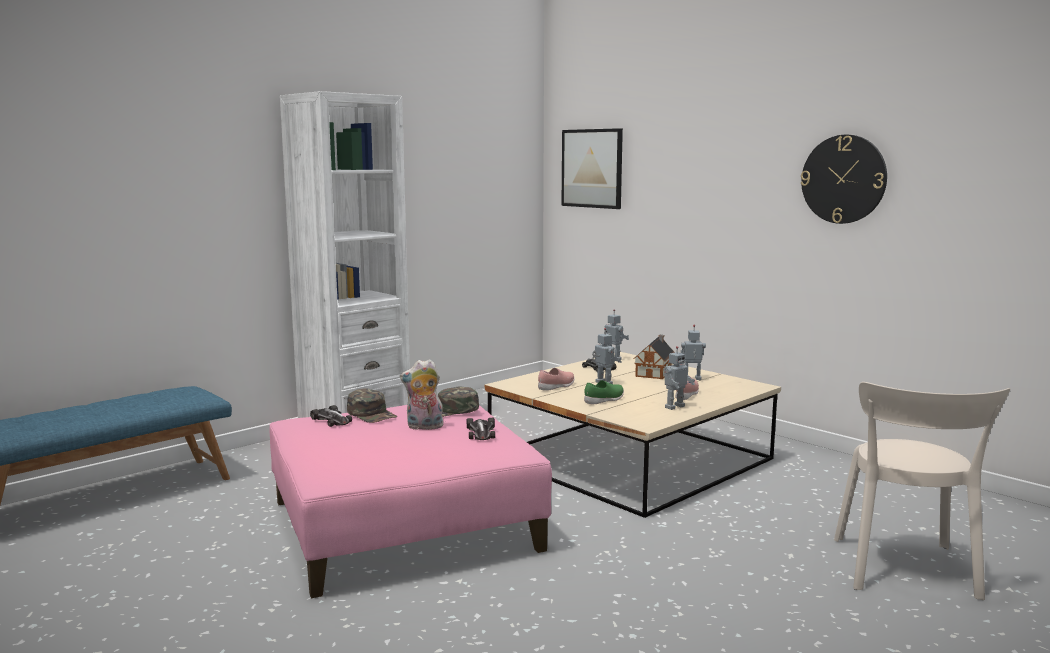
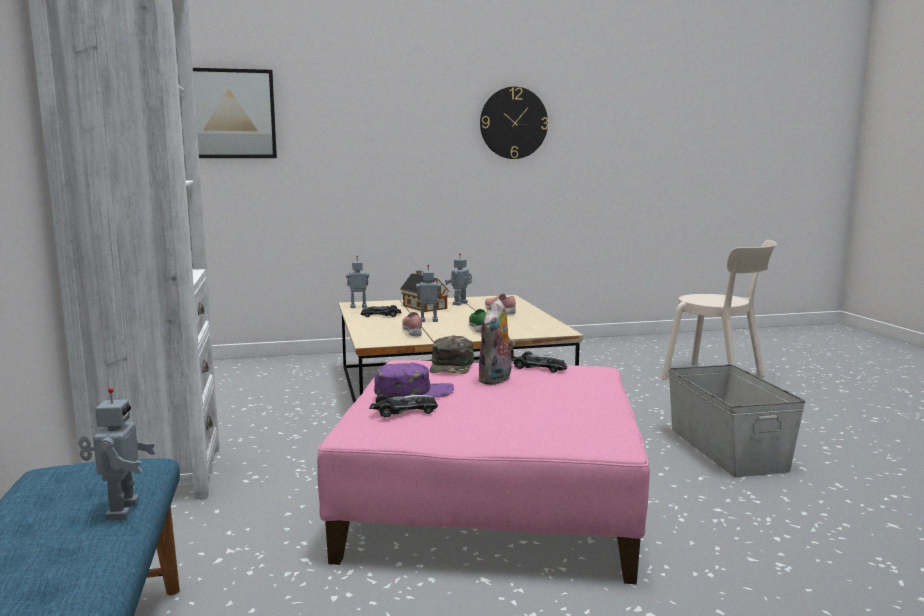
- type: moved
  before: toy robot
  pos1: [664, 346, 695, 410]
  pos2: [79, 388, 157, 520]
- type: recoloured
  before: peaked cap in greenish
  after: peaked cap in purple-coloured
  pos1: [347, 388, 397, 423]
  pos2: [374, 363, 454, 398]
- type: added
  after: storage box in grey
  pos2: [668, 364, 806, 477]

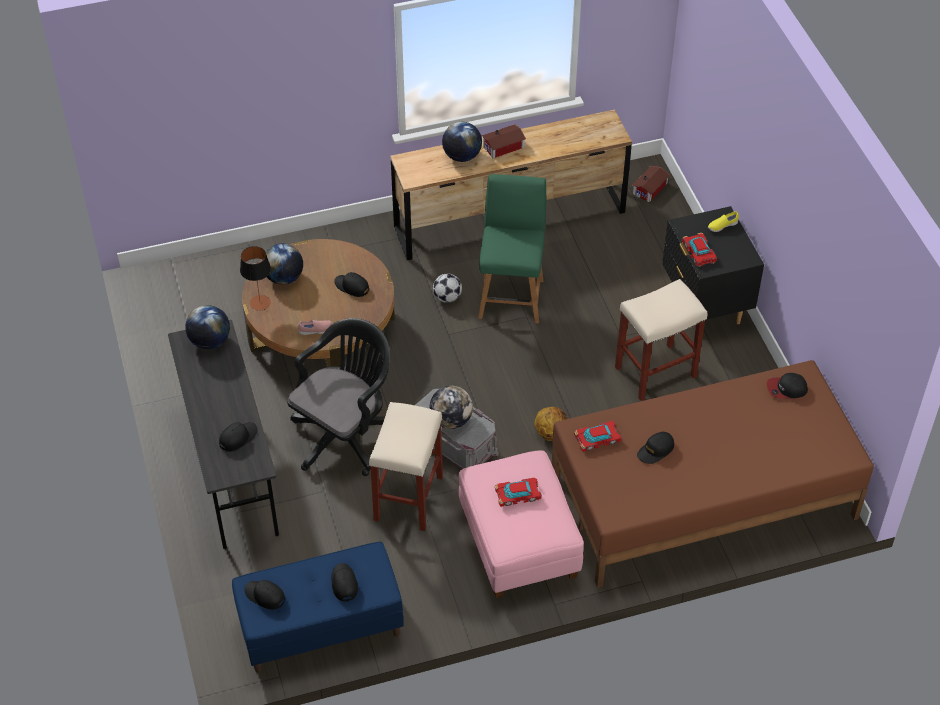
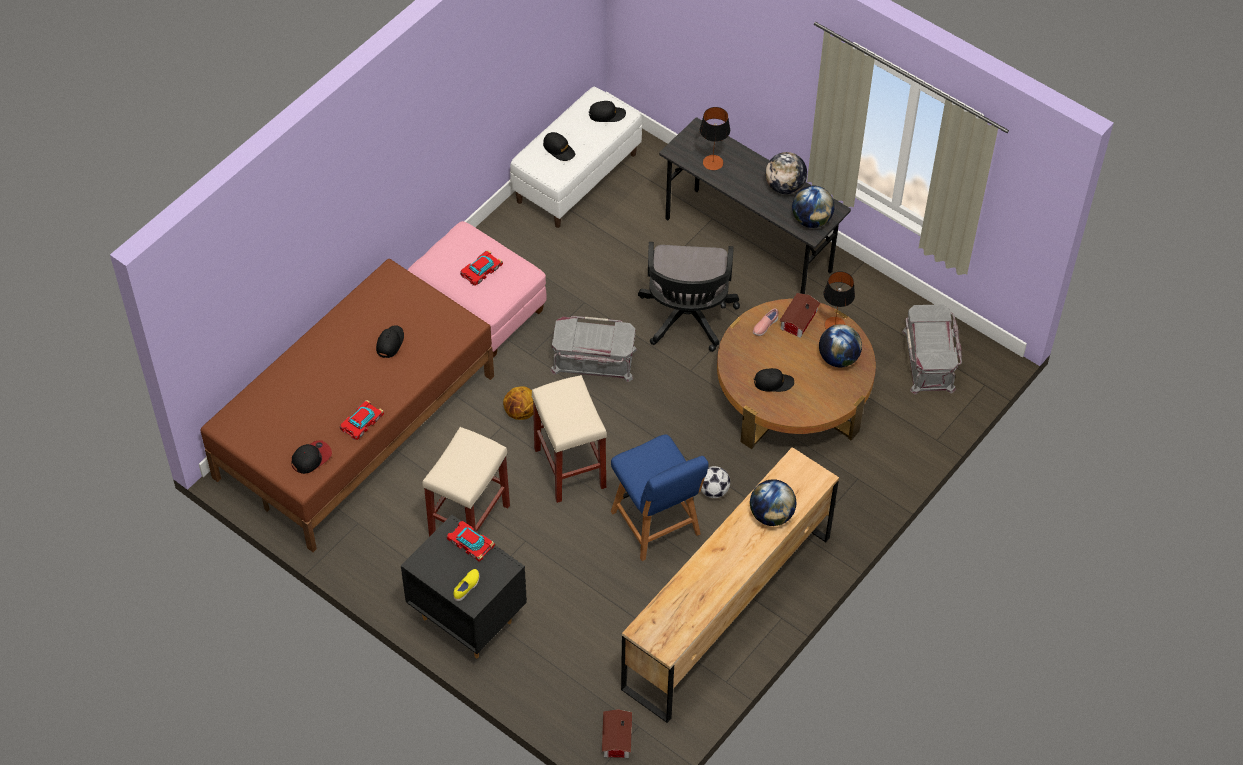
- type: moved
  before: toy house
  pos1: [482, 124, 526, 159]
  pos2: [779, 293, 820, 338]
- type: recoloured
  before: plain chair in greenish
  after: plain chair in bluish
  pos1: [478, 174, 547, 323]
  pos2: [611, 434, 709, 561]
- type: moved
  before: world globe
  pos1: [430, 385, 473, 429]
  pos2: [765, 152, 807, 194]
- type: moved
  before: stool seat in beige
  pos1: [369, 402, 443, 531]
  pos2: [532, 375, 607, 503]
- type: moved
  before: miniature car
  pos1: [574, 421, 622, 452]
  pos2: [340, 400, 384, 440]
- type: replaced
  before: peaked cap in black-coloured
  after: table lamp
  pos1: [219, 422, 257, 452]
  pos2: [700, 107, 730, 170]
- type: recoloured
  before: indoor bench in bluish
  after: indoor bench in white-coloured
  pos1: [232, 542, 404, 673]
  pos2: [510, 86, 642, 228]
- type: added
  after: storage box in grey
  pos2: [902, 304, 962, 395]

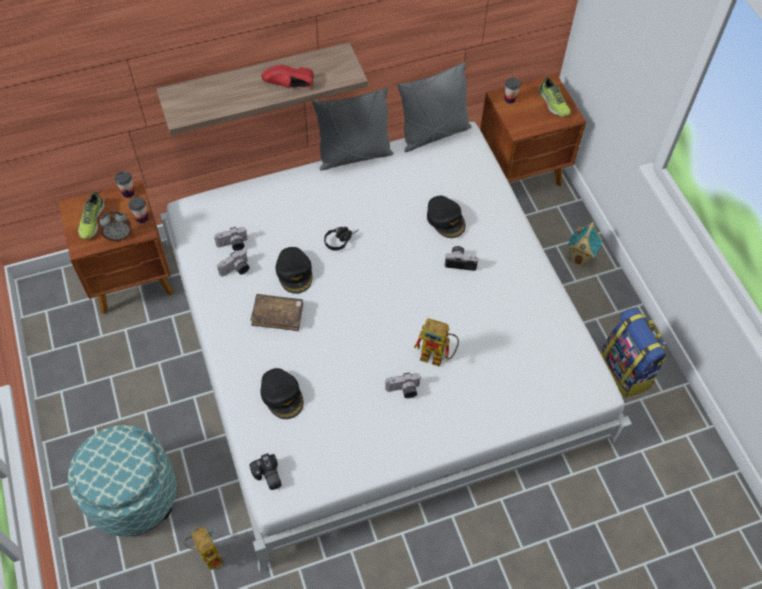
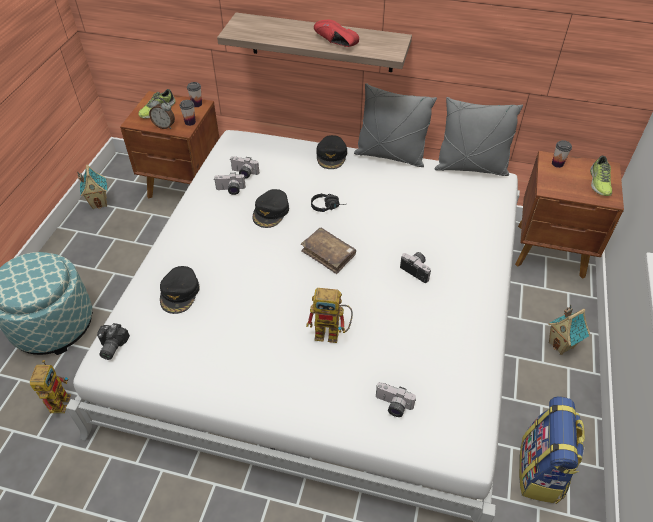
- type: moved
  before: peaked cap in black-coloured
  pos1: [427, 196, 466, 238]
  pos2: [316, 135, 347, 169]
- type: moved
  before: bound book in brownish
  pos1: [250, 294, 303, 331]
  pos2: [301, 227, 356, 274]
- type: turned
  before: toy robot
  pos1: [414, 318, 459, 367]
  pos2: [306, 288, 353, 343]
  turn: -45
- type: moved
  before: photo camera
  pos1: [385, 372, 421, 398]
  pos2: [376, 382, 416, 417]
- type: added
  after: toy house
  pos2: [77, 165, 107, 209]

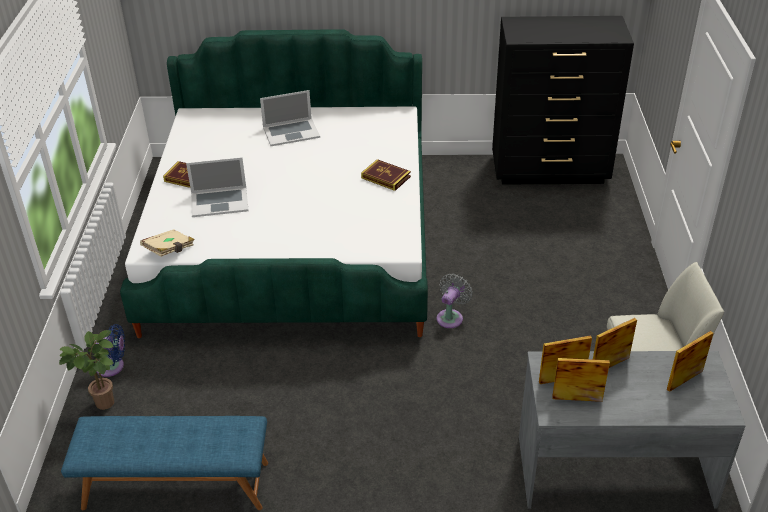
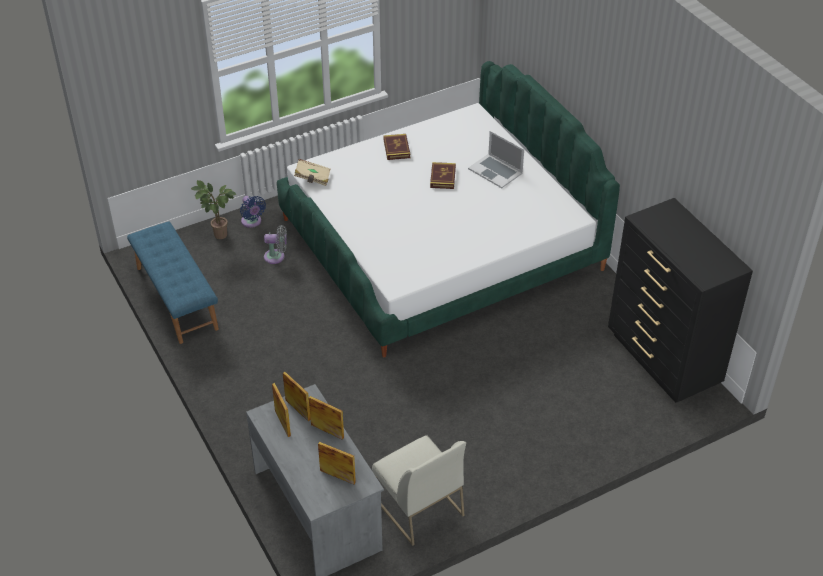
- type: removed
  before: laptop
  pos1: [186, 157, 248, 217]
- type: moved
  before: bound book
  pos1: [361, 159, 411, 191]
  pos2: [430, 162, 456, 189]
- type: moved
  before: fan in grey
  pos1: [437, 274, 473, 328]
  pos2: [264, 225, 287, 264]

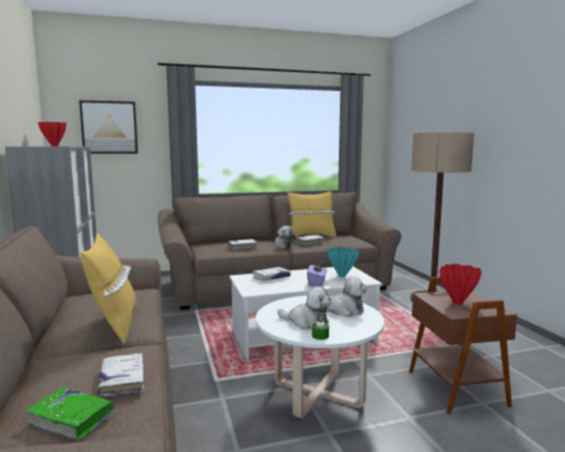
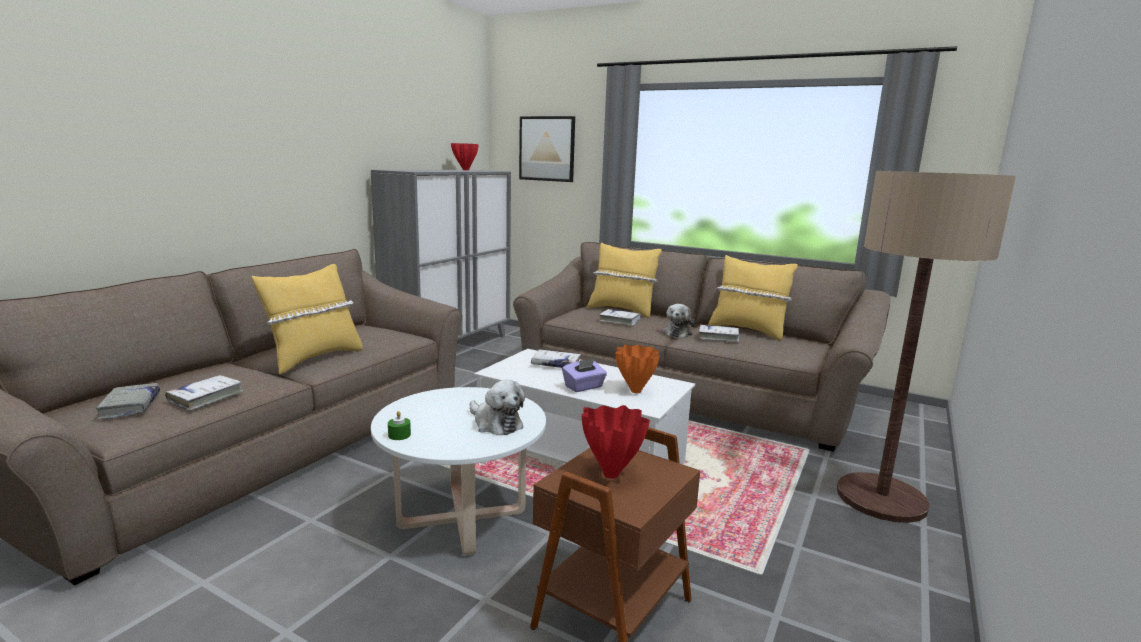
- type: recoloured
  before: flower vase in turquoise
  after: flower vase in orange
  pos1: [327, 247, 359, 278]
  pos2: [615, 345, 660, 393]
- type: removed
  before: soft toy
  pos1: [277, 287, 331, 330]
- type: recoloured
  before: bound book in greenish
  after: bound book in grey
  pos1: [25, 387, 115, 440]
  pos2: [96, 383, 160, 419]
- type: added
  after: pillow in yellow
  pos2: [587, 242, 662, 318]

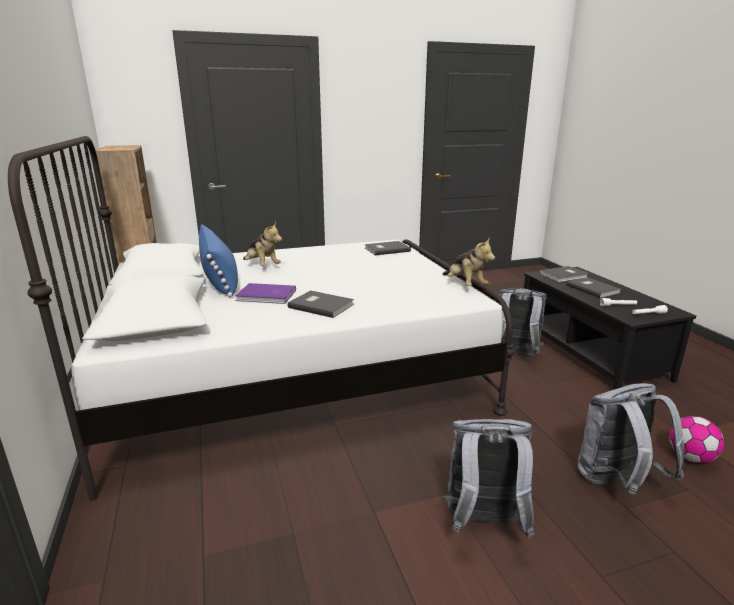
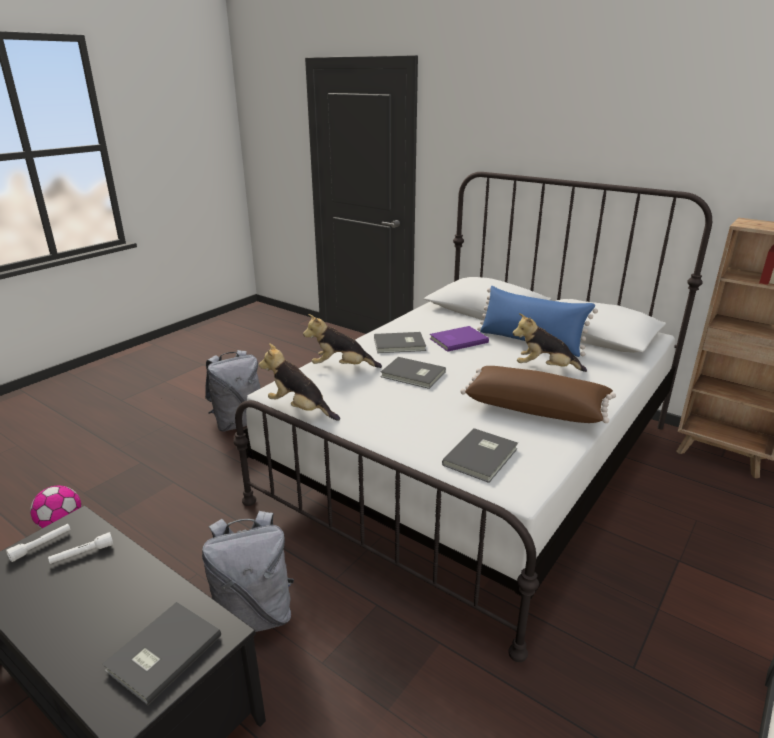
- type: moved
  before: bound book in grey
  pos1: [567, 277, 621, 298]
  pos2: [380, 357, 446, 389]
- type: removed
  before: rucksack in grey
  pos1: [577, 383, 684, 495]
- type: added
  after: soft toy
  pos2: [303, 314, 382, 368]
- type: added
  after: pillow in brownish
  pos2: [460, 366, 616, 423]

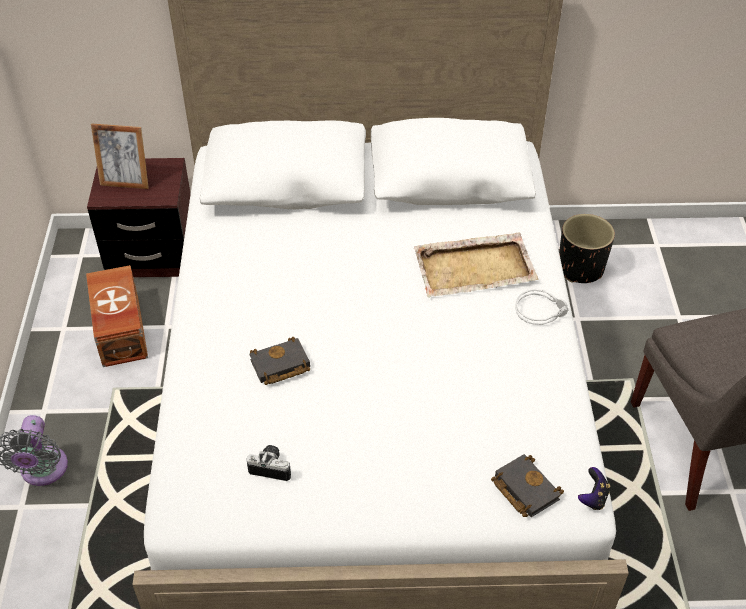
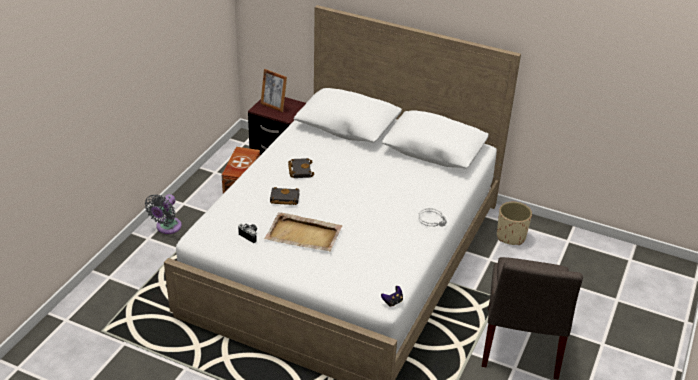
- type: recoloured
  before: plant pot in black-coloured
  after: plant pot in beige
  pos1: [559, 214, 615, 283]
  pos2: [497, 202, 532, 245]
- type: moved
  before: serving tray in beige
  pos1: [414, 233, 539, 298]
  pos2: [264, 212, 342, 251]
- type: moved
  before: bound book in black-coloured
  pos1: [491, 454, 564, 517]
  pos2: [288, 158, 314, 178]

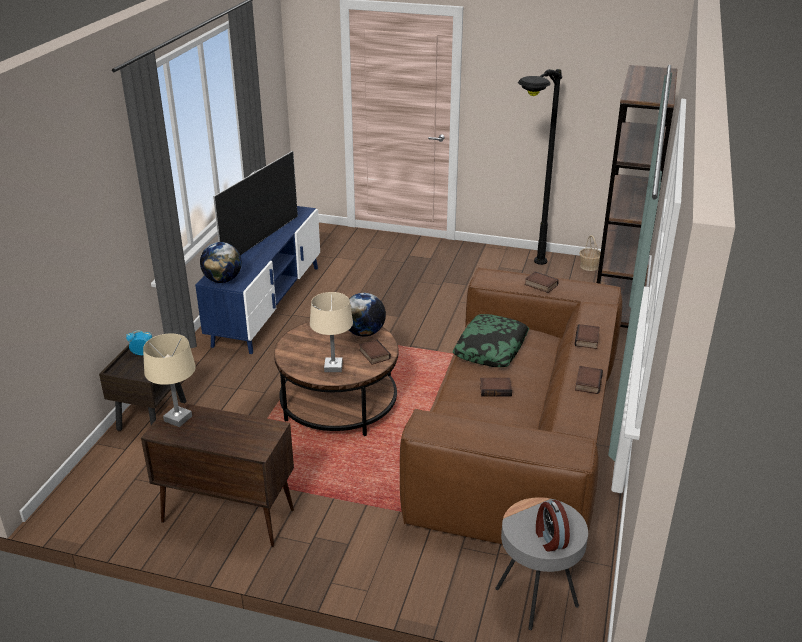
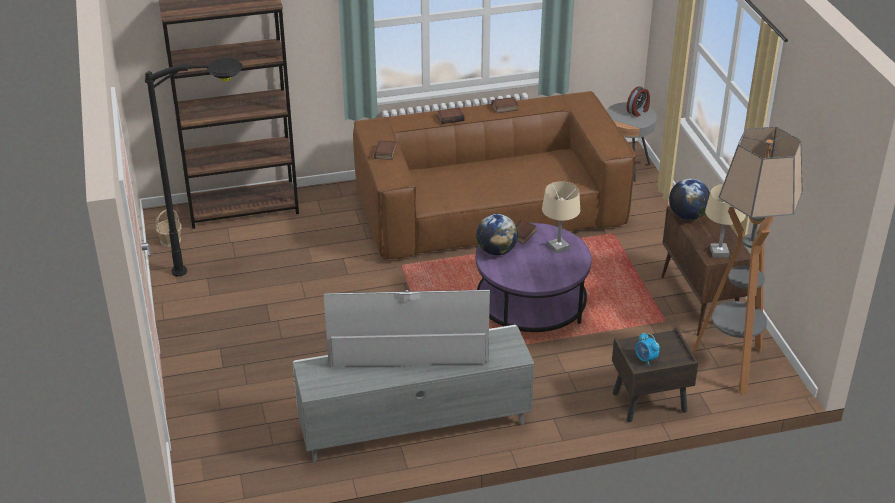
- type: recoloured
  before: media console in bluish
  after: media console in grey
  pos1: [195, 206, 320, 354]
  pos2: [293, 325, 534, 462]
- type: moved
  before: world globe
  pos1: [200, 242, 242, 283]
  pos2: [669, 179, 710, 220]
- type: removed
  before: pillow
  pos1: [453, 314, 529, 367]
- type: recoloured
  before: coffee table in brownish
  after: coffee table in purple-coloured
  pos1: [274, 321, 399, 436]
  pos2: [476, 223, 592, 332]
- type: removed
  before: bound book
  pos1: [480, 378, 512, 397]
- type: added
  after: floor lamp
  pos2: [692, 127, 803, 394]

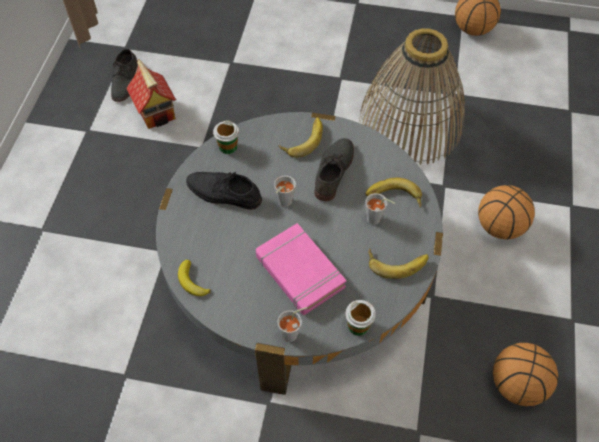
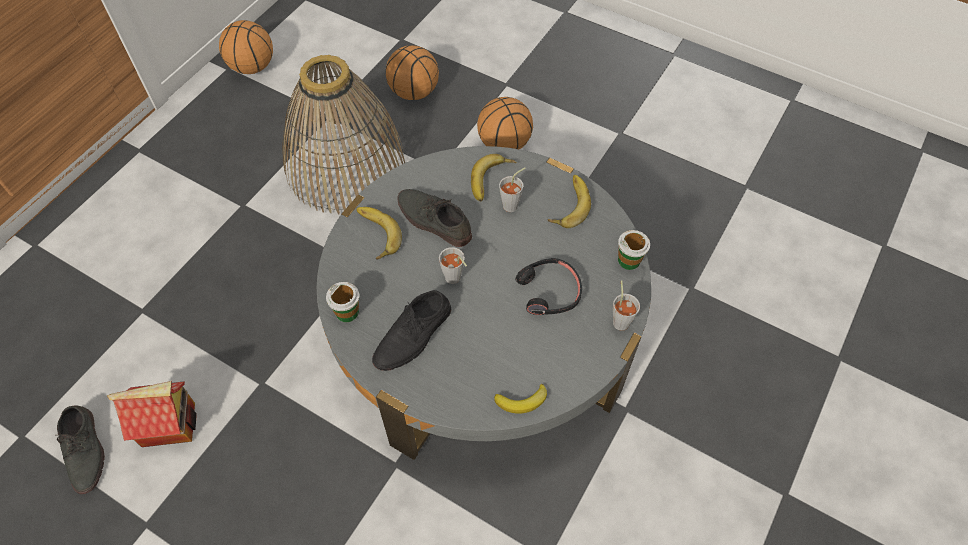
- type: turned
  before: low shoe in grey
  pos1: [111, 49, 138, 102]
  pos2: [57, 406, 105, 494]
  turn: 45
- type: replaced
  before: bound book in pinkish
  after: pair of headphones in black-coloured
  pos1: [256, 223, 347, 315]
  pos2: [516, 258, 582, 315]
- type: moved
  before: ball for basketball
  pos1: [493, 343, 558, 406]
  pos2: [386, 45, 439, 100]

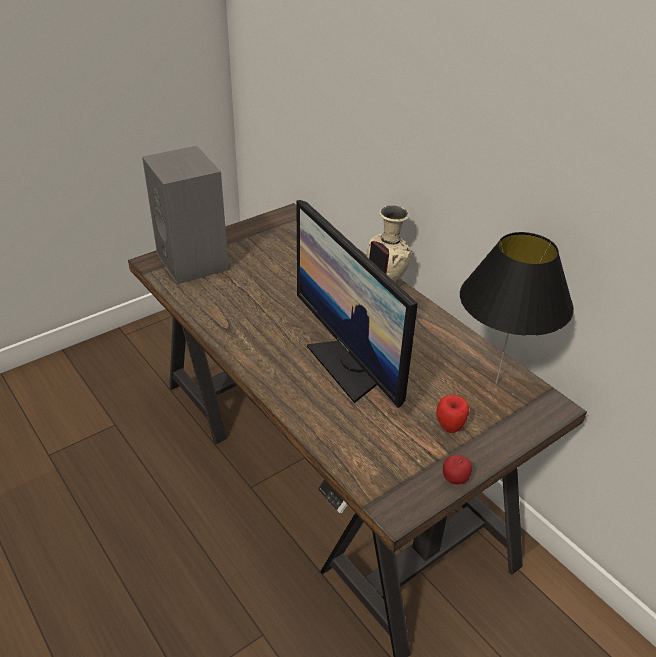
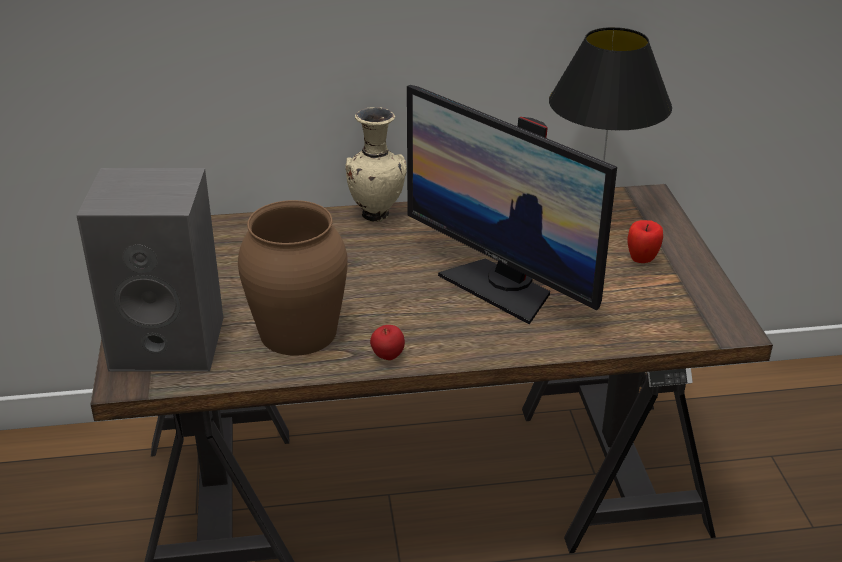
- type: turned
  before: monitor
  pos1: [296, 200, 418, 408]
  pos2: [407, 85, 617, 325]
  turn: 45
- type: moved
  before: apple fruit
  pos1: [443, 455, 472, 484]
  pos2: [370, 325, 405, 360]
- type: added
  after: flower vase in brownish
  pos2: [238, 200, 348, 356]

